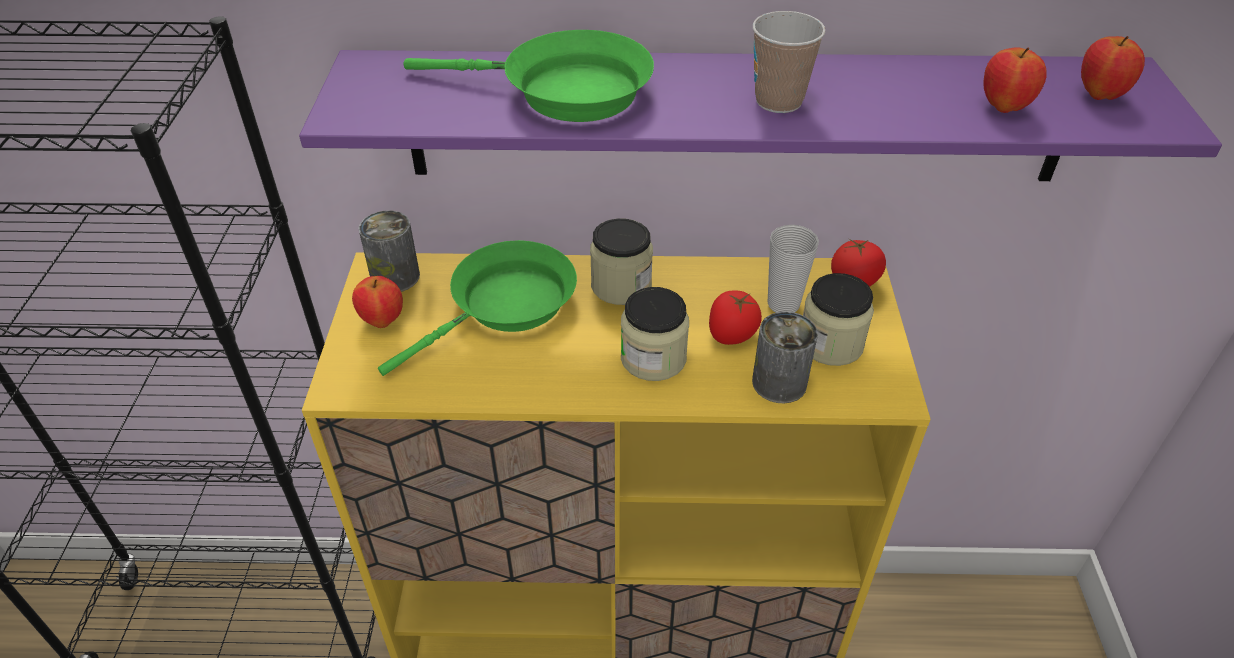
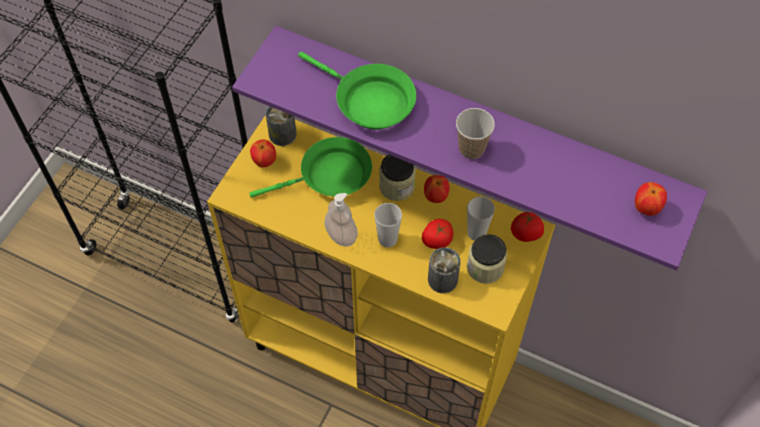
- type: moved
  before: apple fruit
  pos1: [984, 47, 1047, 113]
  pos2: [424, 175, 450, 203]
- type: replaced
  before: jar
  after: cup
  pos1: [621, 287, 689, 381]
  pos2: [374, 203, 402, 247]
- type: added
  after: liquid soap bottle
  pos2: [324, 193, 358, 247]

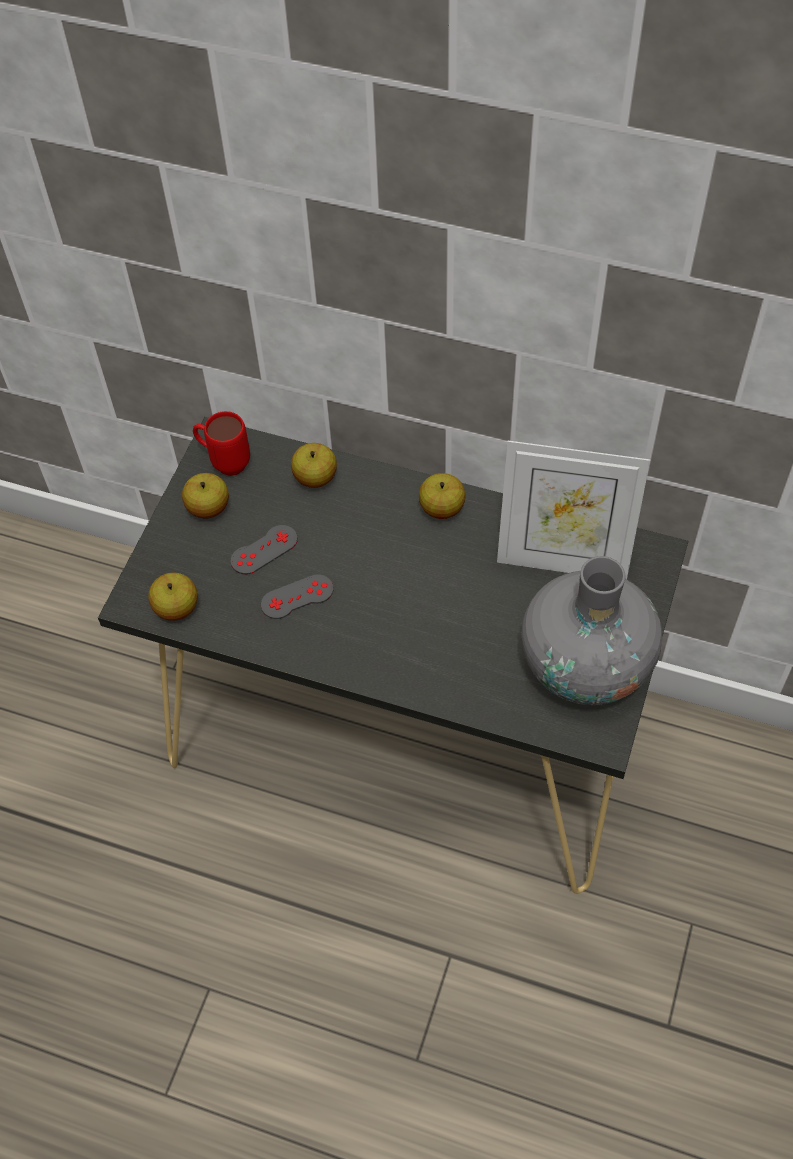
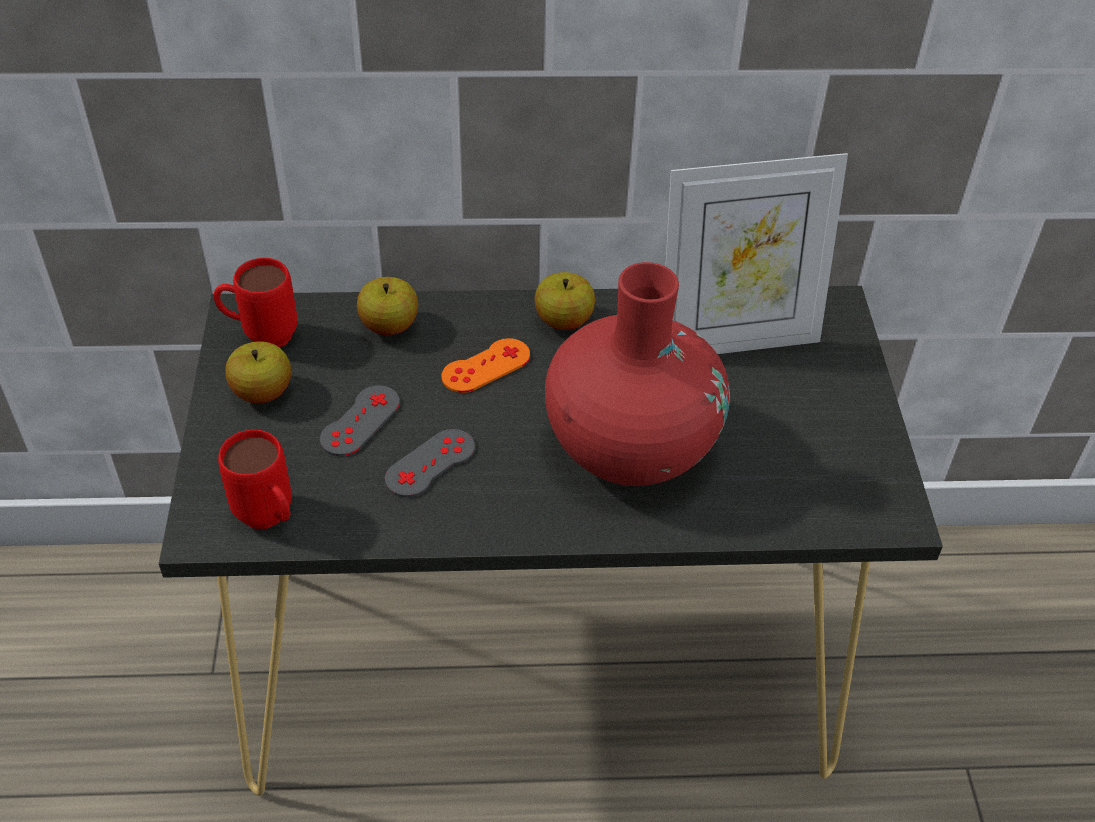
- type: removed
  before: flower vase in grey
  pos1: [521, 556, 662, 705]
- type: replaced
  before: apple fruit
  after: mug in reddish
  pos1: [148, 573, 198, 620]
  pos2: [218, 429, 292, 529]
- type: added
  after: flower vase in reddish
  pos2: [545, 262, 730, 486]
- type: added
  after: gamepad in orange
  pos2: [441, 338, 530, 393]

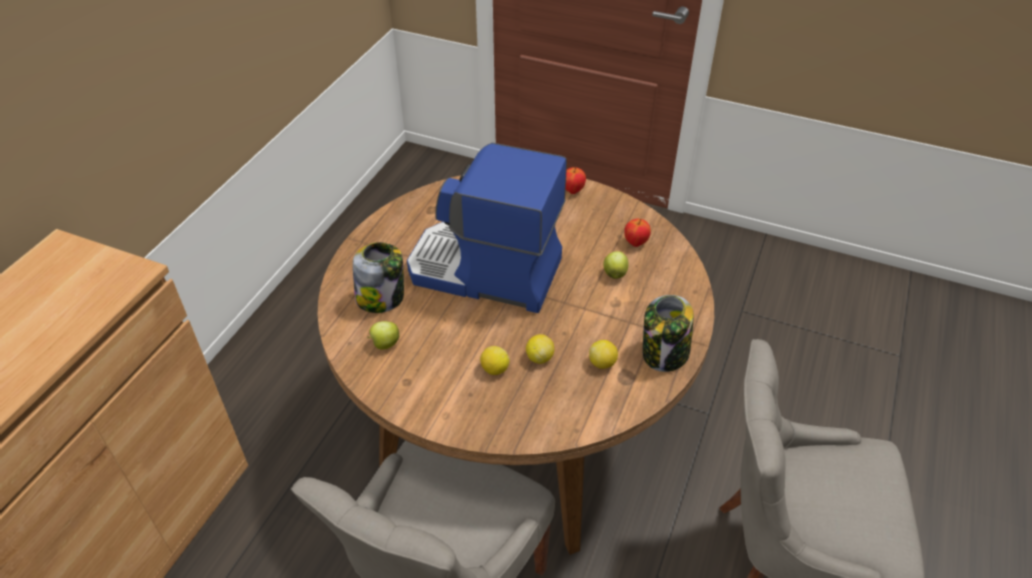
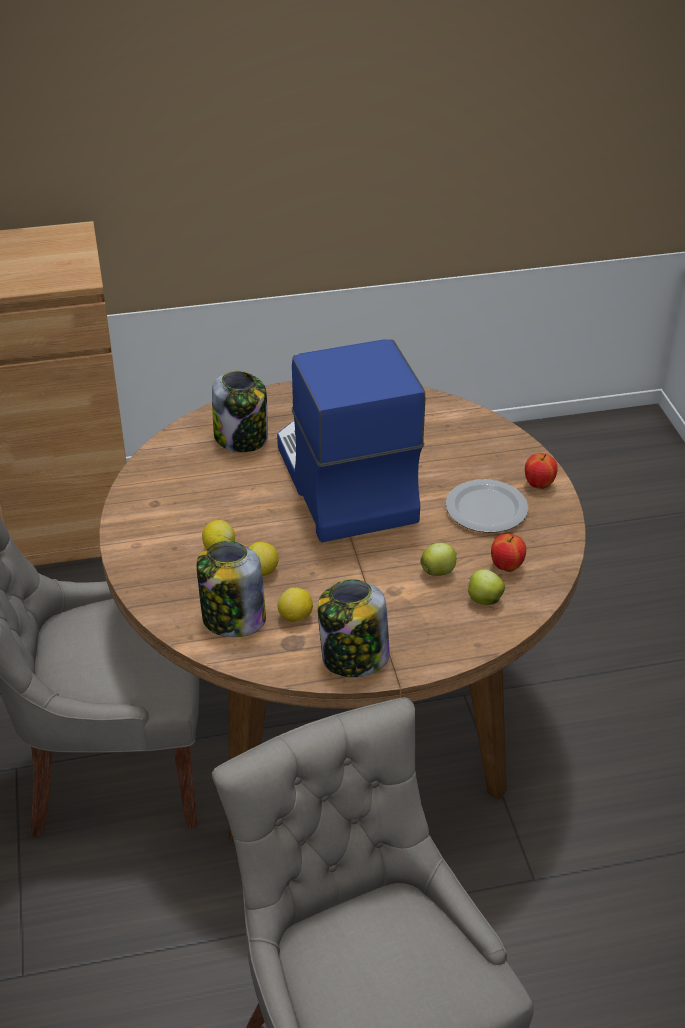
- type: moved
  before: apple fruit
  pos1: [367, 321, 399, 350]
  pos2: [468, 569, 505, 605]
- type: added
  after: dinner plate
  pos2: [446, 479, 529, 533]
- type: added
  after: jar
  pos2: [197, 541, 266, 637]

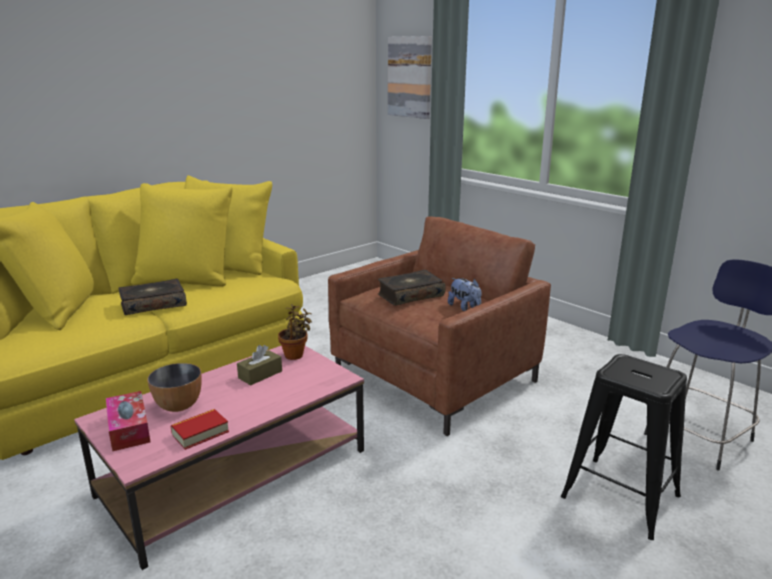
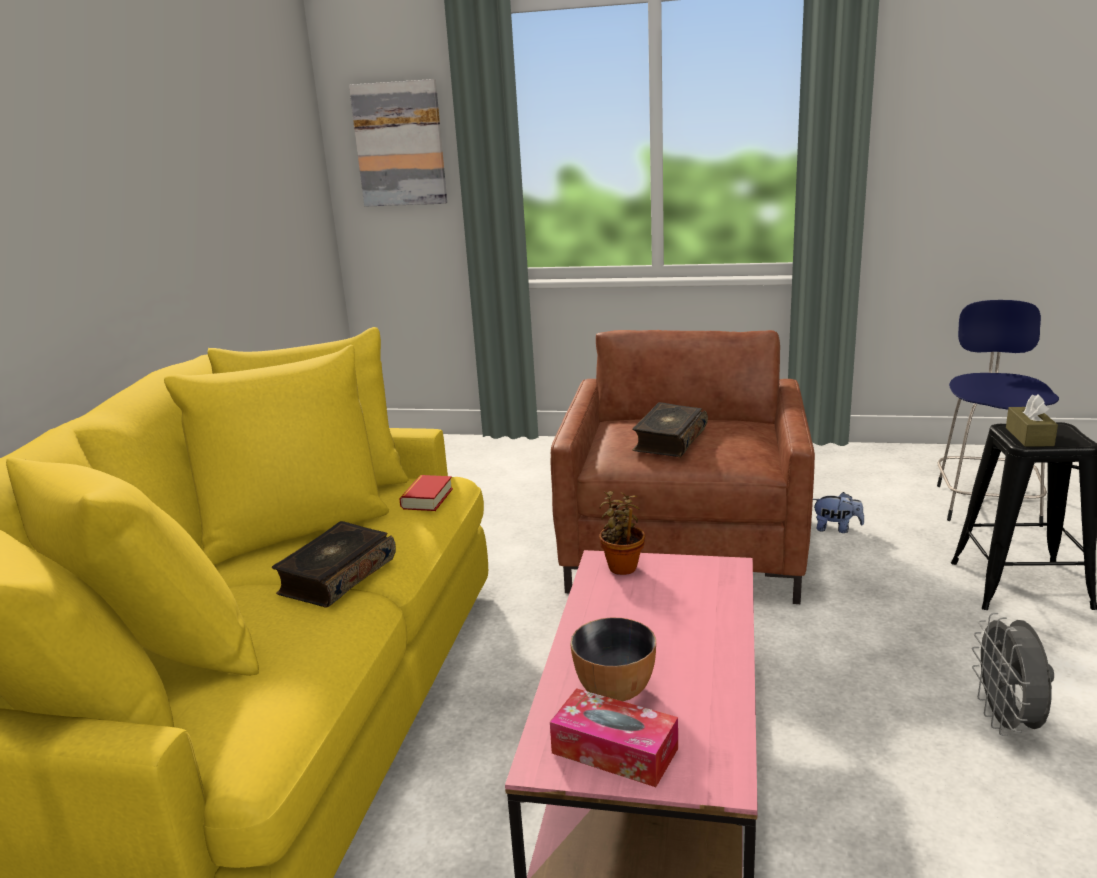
- type: moved
  before: soft toy
  pos1: [448, 278, 482, 311]
  pos2: [813, 492, 864, 533]
- type: moved
  before: tissue box in brownish
  pos1: [237, 345, 282, 385]
  pos2: [1006, 394, 1058, 447]
- type: moved
  before: bound book
  pos1: [171, 409, 229, 450]
  pos2: [399, 475, 453, 511]
- type: added
  after: fan in grey
  pos2: [972, 613, 1054, 736]

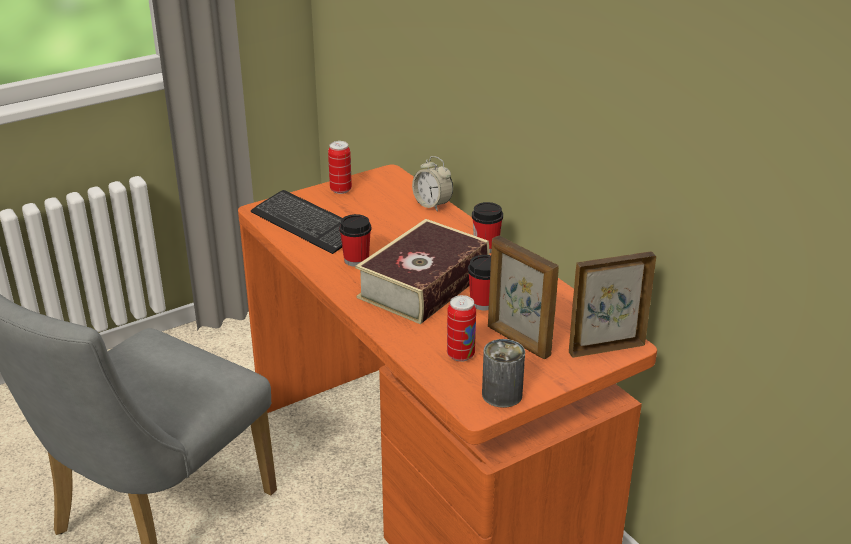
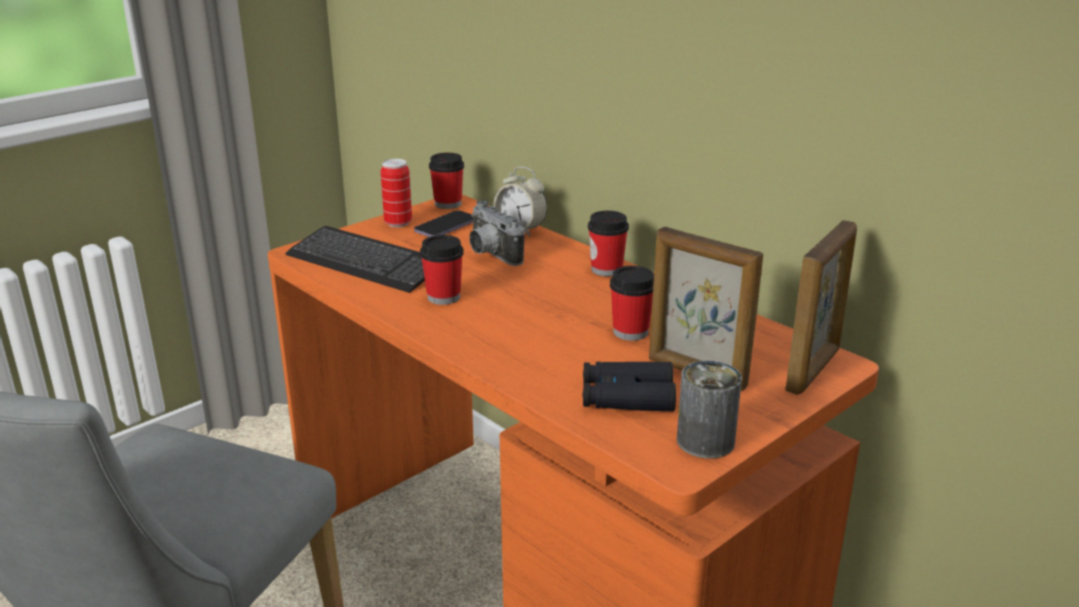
- type: removed
  before: bound book
  pos1: [355, 219, 490, 324]
- type: turned
  before: picture frame
  pos1: [569, 251, 656, 358]
  pos2: [785, 220, 857, 395]
  turn: 150
- type: replaced
  before: sealed can
  after: field glasses in black-coloured
  pos1: [447, 295, 476, 362]
  pos2: [583, 362, 676, 412]
- type: added
  after: cup
  pos2: [429, 153, 464, 209]
- type: added
  after: photo camera
  pos2: [469, 200, 525, 266]
- type: added
  after: phone
  pos2: [414, 210, 473, 237]

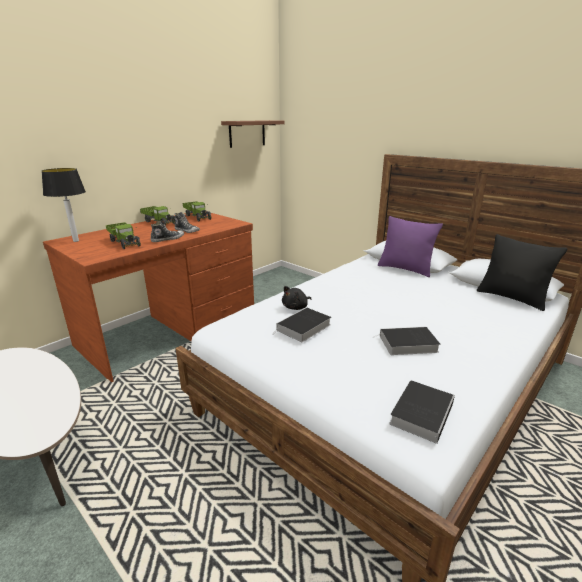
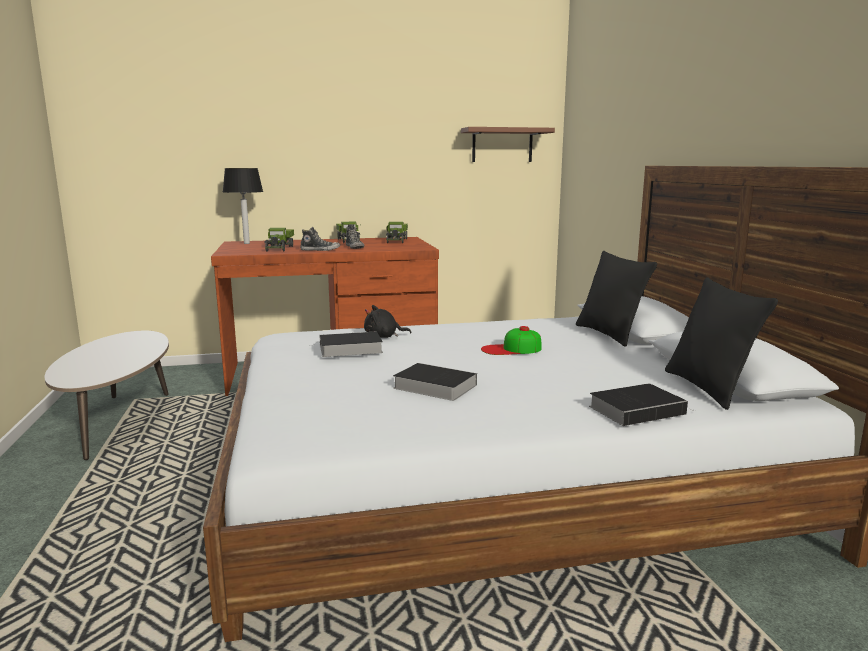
- type: recoloured
  before: pillow in purple-coloured
  after: pillow in black-coloured
  pos1: [378, 216, 443, 277]
  pos2: [576, 251, 657, 347]
- type: moved
  before: bound book
  pos1: [389, 380, 455, 444]
  pos2: [589, 384, 695, 426]
- type: added
  after: peaked cap
  pos2: [481, 326, 542, 355]

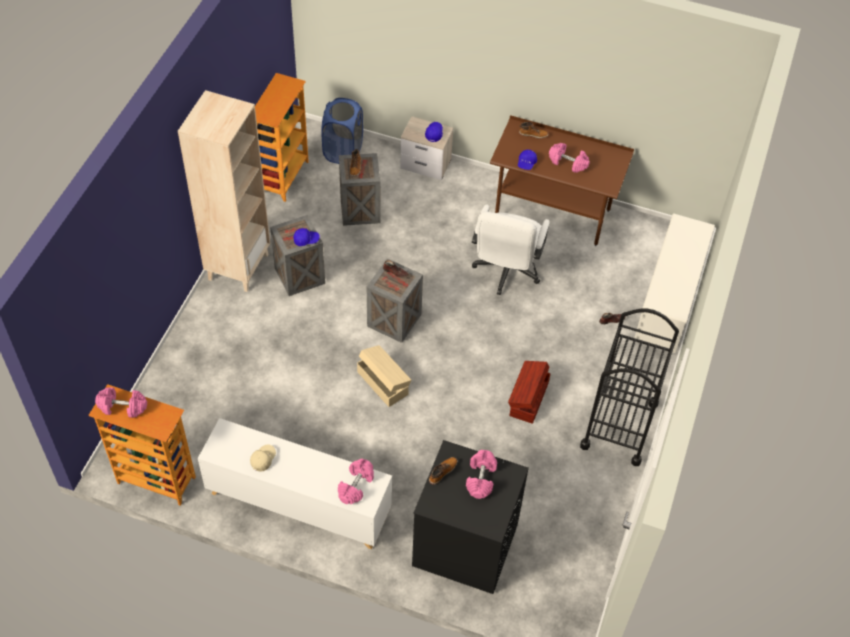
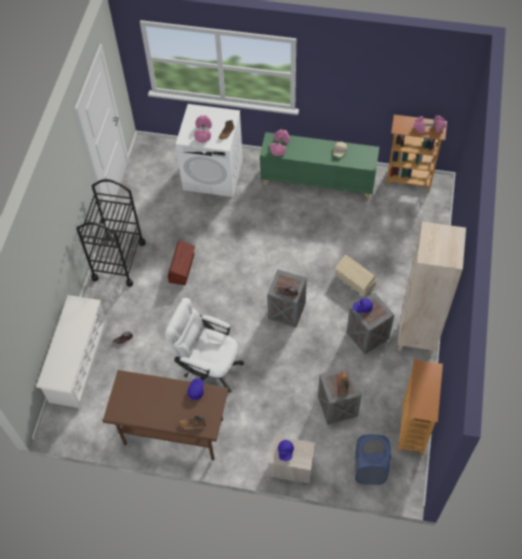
- type: removed
  before: dumbbell in pinkish
  pos1: [549, 143, 590, 173]
- type: turned
  before: desk chair in white-coloured
  pos1: [472, 204, 549, 295]
  pos2: [165, 298, 244, 393]
  turn: -75
- type: moved
  before: storage box in beige
  pos1: [357, 345, 411, 407]
  pos2: [335, 254, 376, 297]
- type: recoloured
  before: cabinet in white-coloured
  after: cabinet in greenish
  pos1: [198, 418, 392, 550]
  pos2: [260, 132, 379, 199]
- type: recoloured
  before: laundry machine in black-coloured
  after: laundry machine in white-coloured
  pos1: [412, 440, 529, 594]
  pos2: [176, 104, 243, 197]

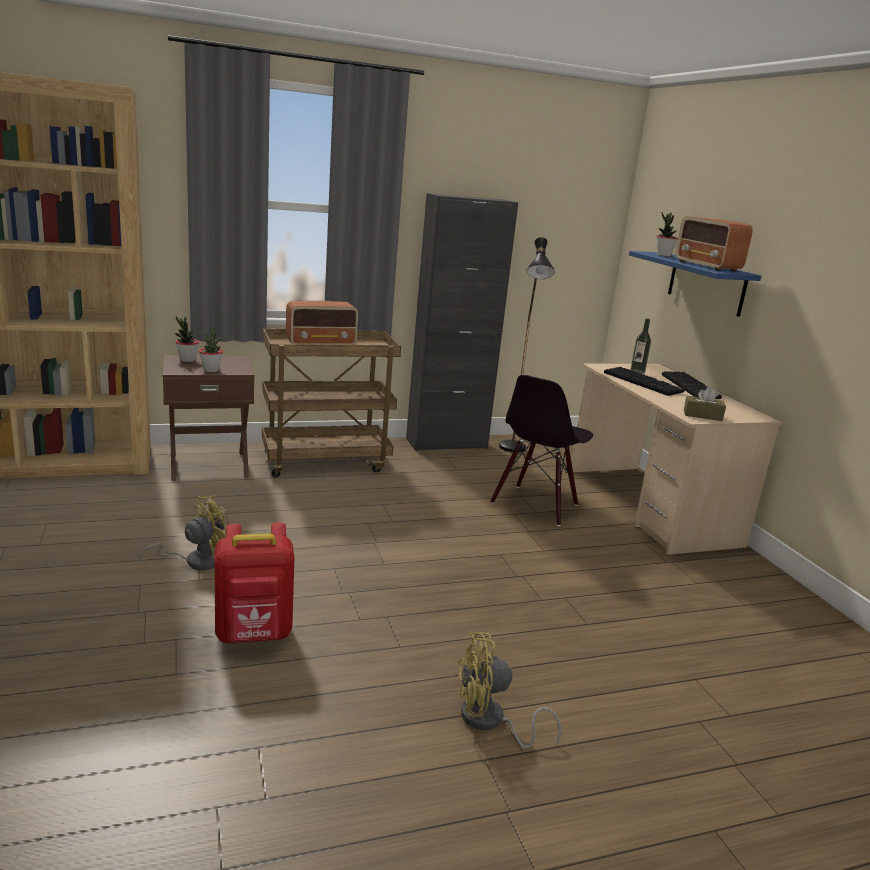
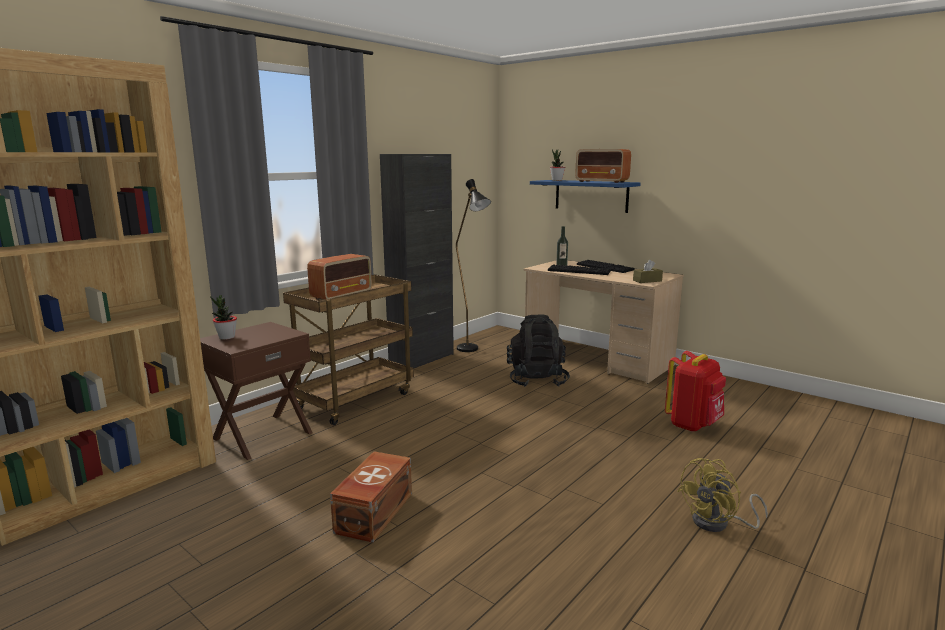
- type: removed
  before: plant in a pot
  pos1: [199, 326, 223, 372]
- type: replaced
  before: plain chair in black-coloured
  after: rucksack in black-coloured
  pos1: [490, 375, 593, 526]
  pos2: [507, 314, 570, 387]
- type: replaced
  before: fan in yellow
  after: storage box in brownish
  pos1: [138, 495, 226, 570]
  pos2: [330, 451, 412, 543]
- type: moved
  before: rucksack in reddish
  pos1: [214, 522, 294, 643]
  pos2: [665, 351, 726, 432]

